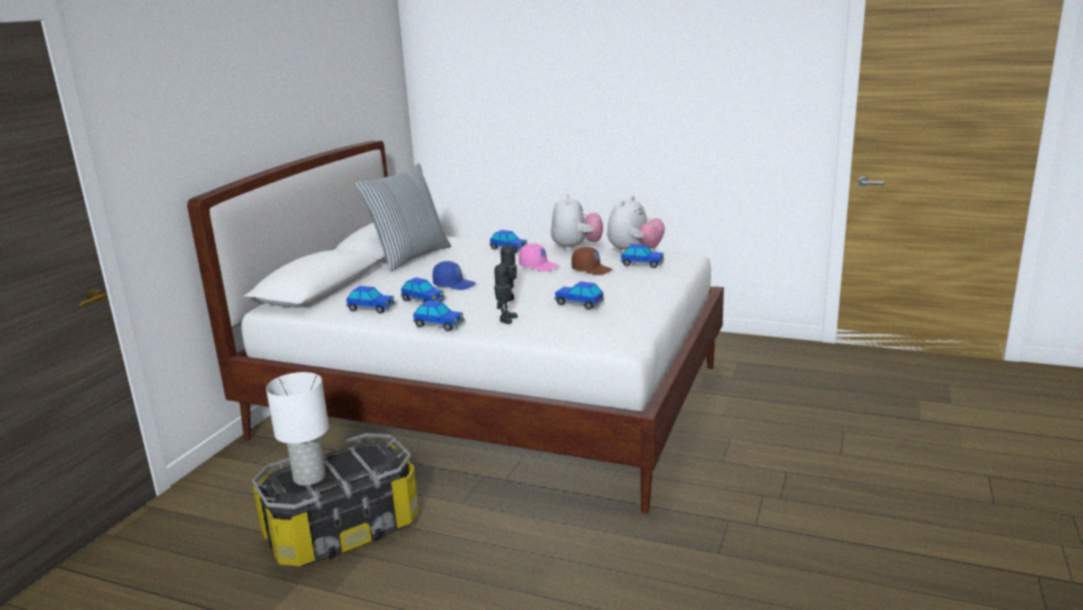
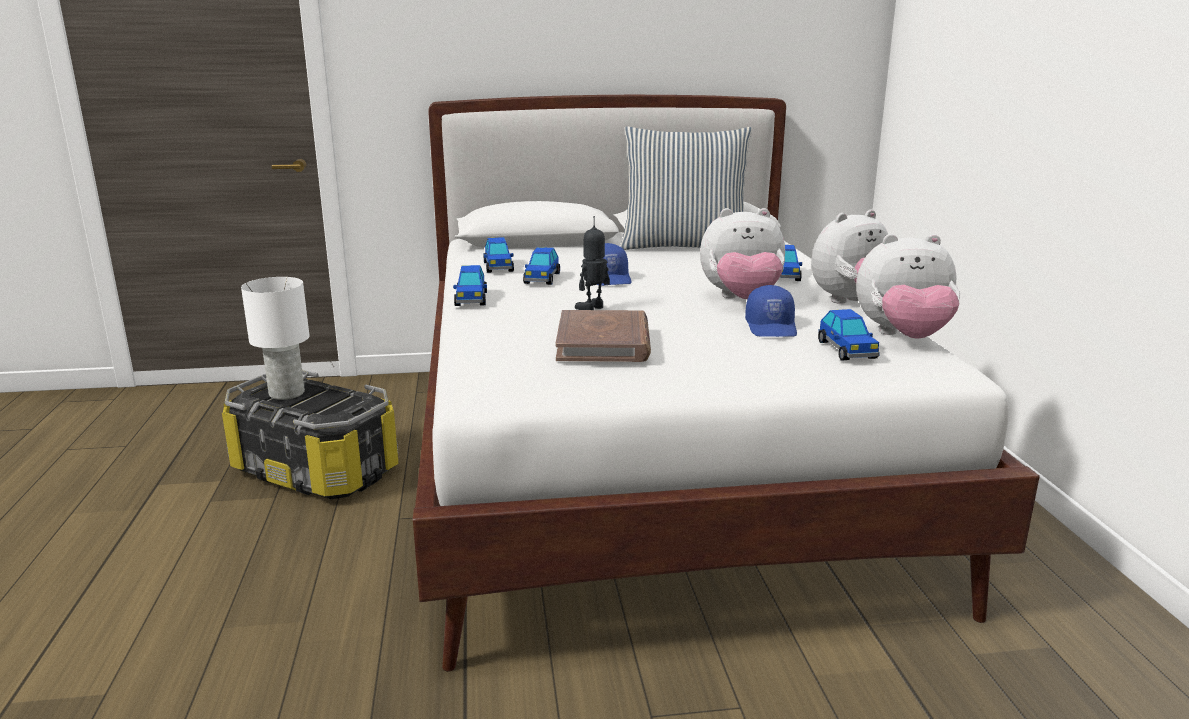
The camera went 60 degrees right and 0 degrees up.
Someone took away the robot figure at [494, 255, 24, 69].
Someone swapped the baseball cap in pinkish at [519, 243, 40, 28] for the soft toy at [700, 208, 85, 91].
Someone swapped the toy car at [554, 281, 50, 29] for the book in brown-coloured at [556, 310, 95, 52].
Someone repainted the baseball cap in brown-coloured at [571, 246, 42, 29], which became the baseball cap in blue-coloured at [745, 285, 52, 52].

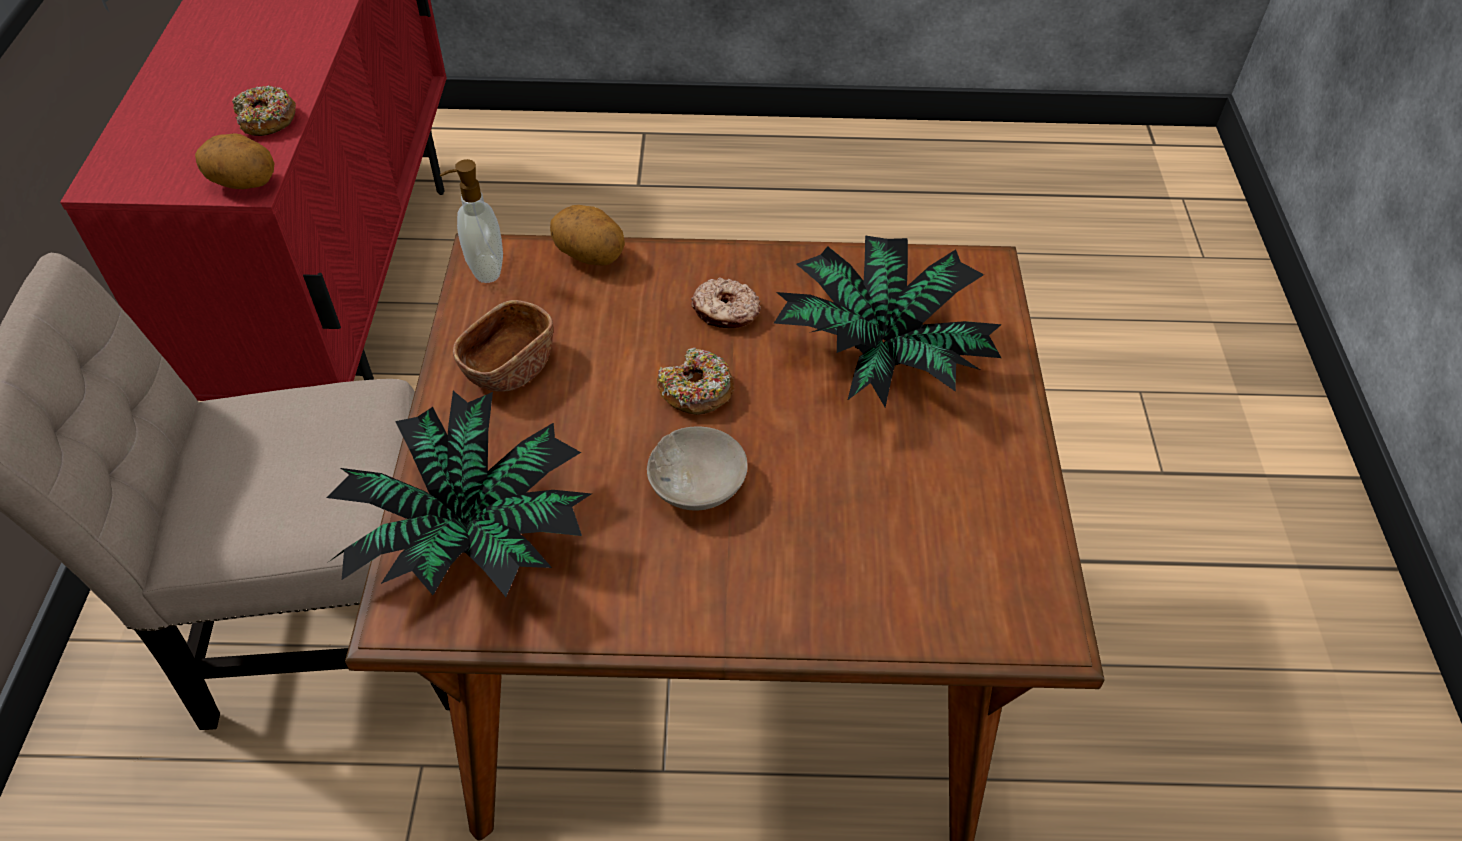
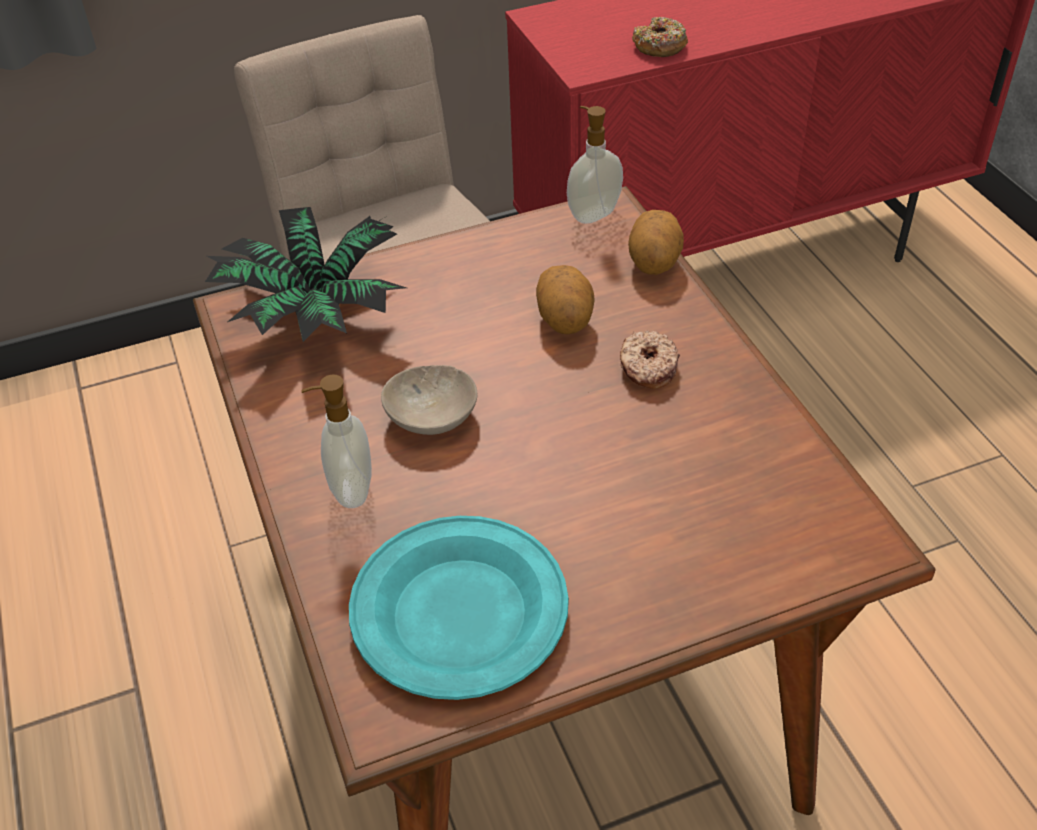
The camera went 70 degrees right and 5 degrees down.
Someone carried the potato from [195, 133, 79, 56] to [536, 265, 59, 70].
Someone took away the bowl in brown-coloured at [453, 300, 100, 92].
Someone took away the doughnut at [657, 348, 77, 67].
Someone took away the houseplant at [774, 236, 228, 171].
Someone put down the soap bottle at [302, 375, 70, 133].
Someone put down the dinner plate in turquoise at [349, 516, 220, 184].

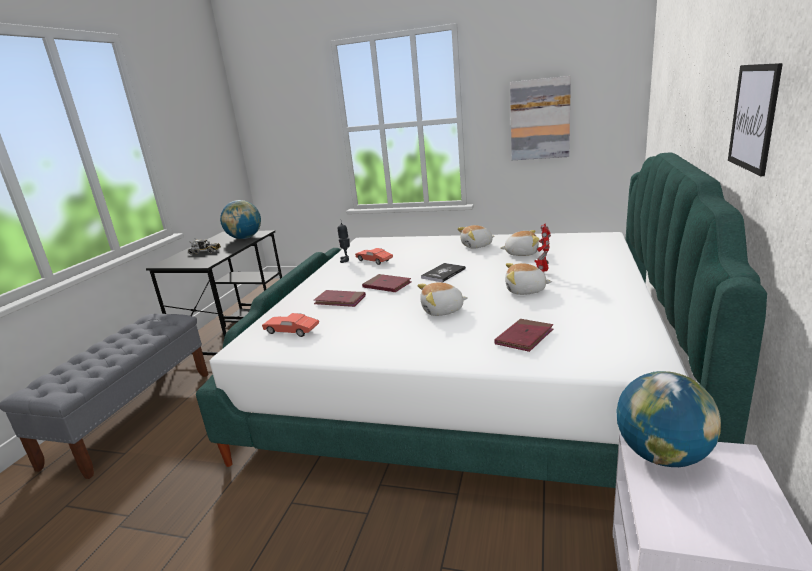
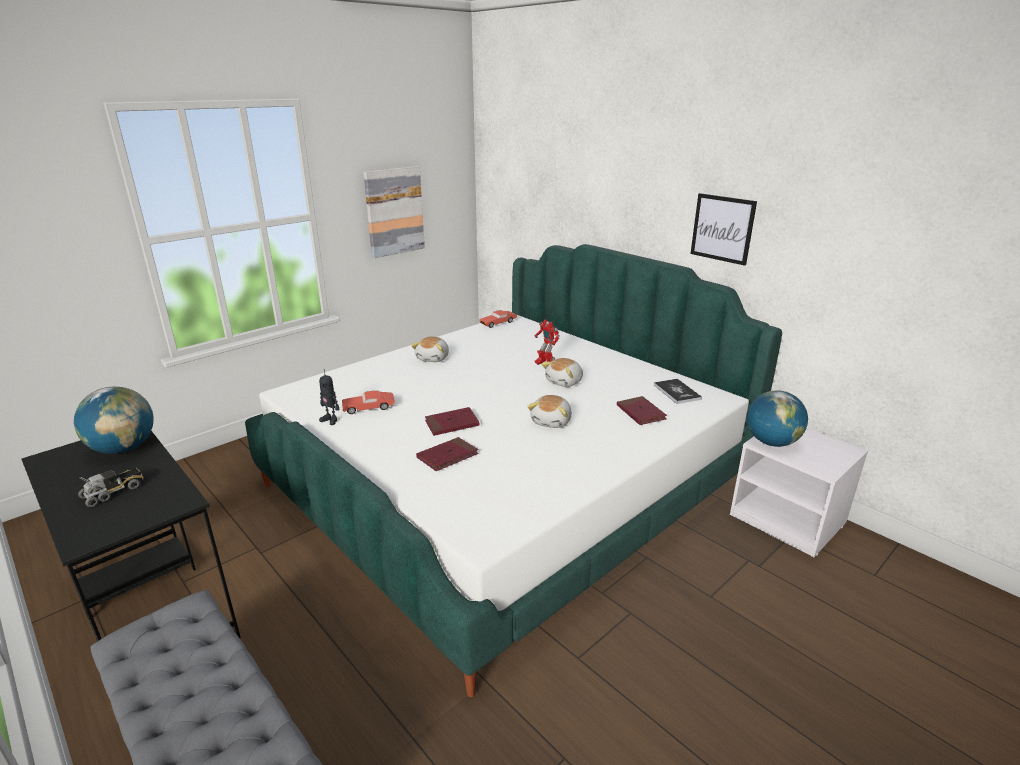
The camera went 60 degrees left and 5 degrees up.
Someone carried the toy car in red from [262, 313, 57, 24] to [479, 310, 38, 18].
Someone carried the book from [421, 263, 45, 19] to [654, 379, 48, 25].
Someone took away the soft toy at [501, 230, 39, 26].

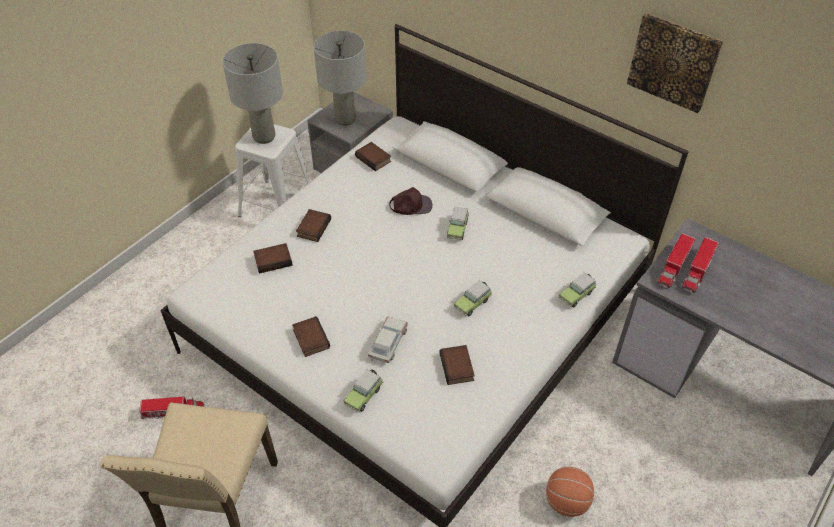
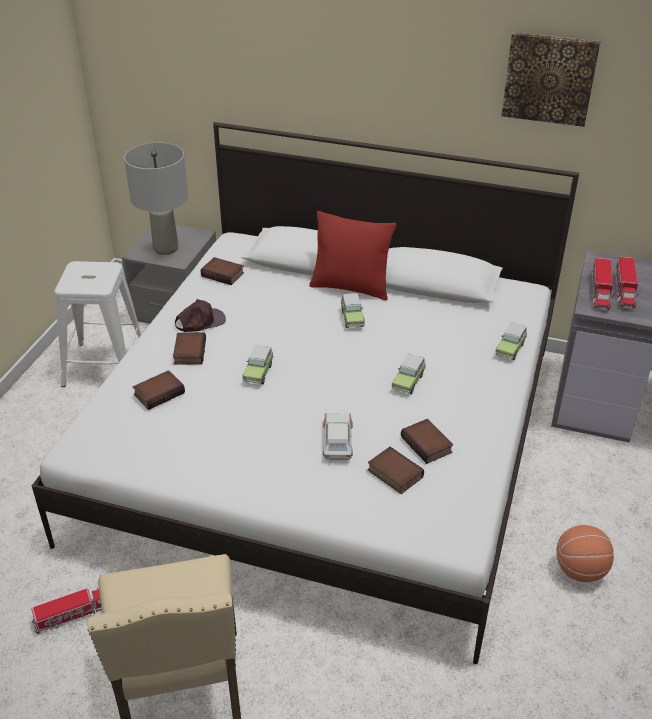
The camera went 20 degrees left and 10 degrees down.
Someone took away the lamp for a table in greyish at [222, 43, 61, 101].
Someone carried the book from [292, 316, 38, 41] to [368, 447, 56, 47].
Someone carried the toy car from [344, 369, 39, 44] to [242, 345, 32, 39].
Someone carried the baseball cap in brown-coloured from [389, 187, 43, 28] to [175, 299, 51, 33].
Someone put down the cushion in red at [309, 211, 88, 89].

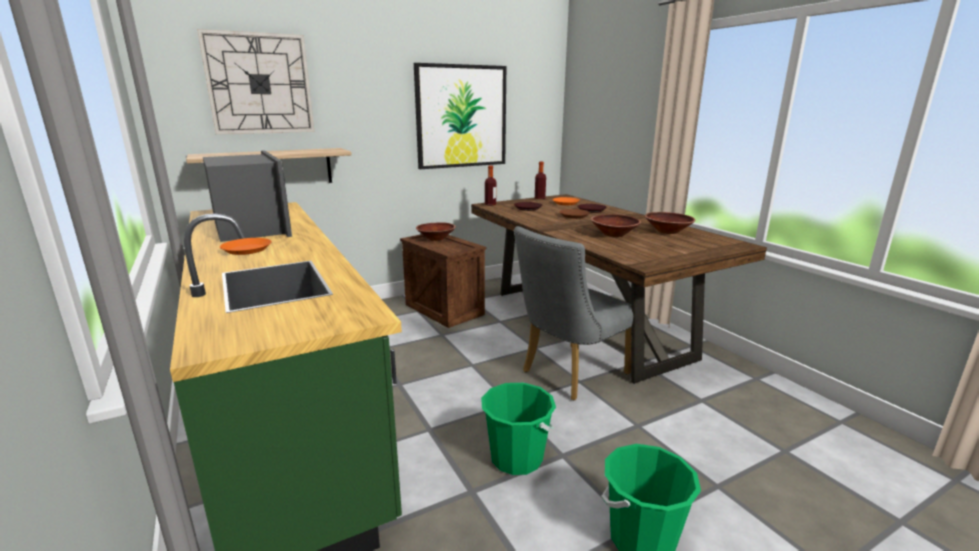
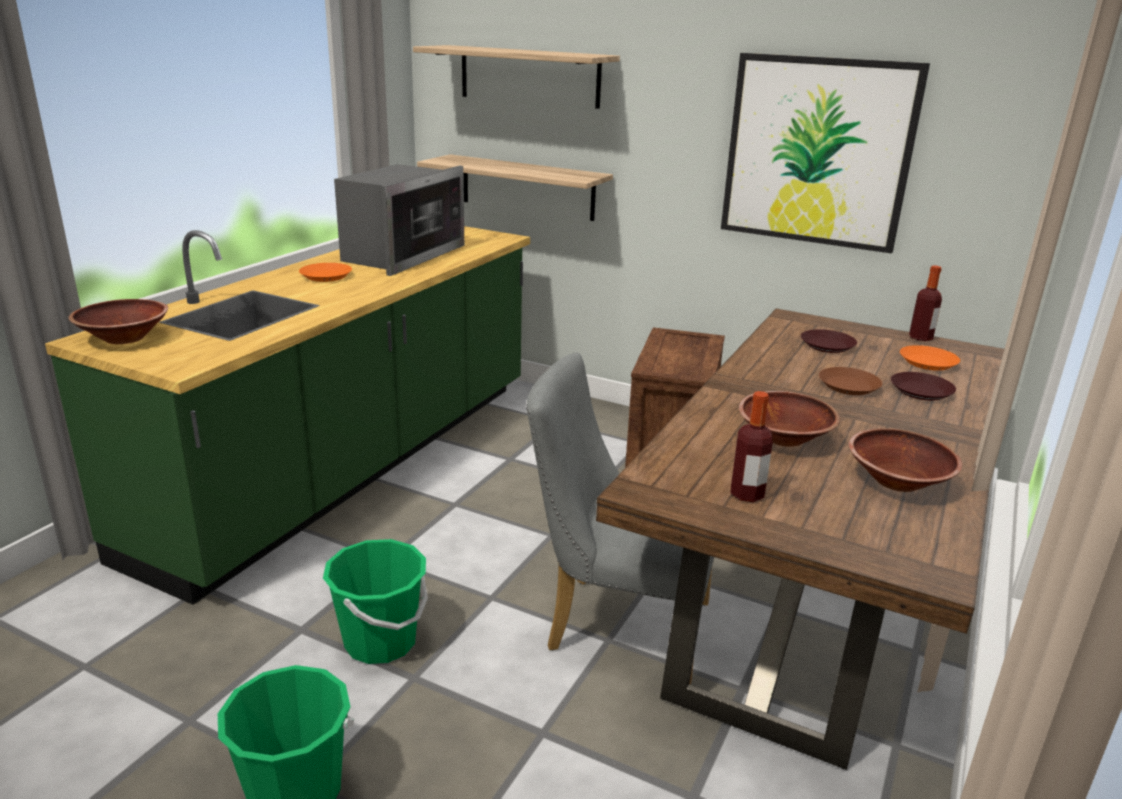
The camera went 55 degrees right and 5 degrees up.
Someone swapped the hanging clock at [197, 29, 117, 105] for the wall shelf at [413, 45, 207, 64].
Someone carried the bowl in brown-coloured from [416, 222, 40, 19] to [69, 299, 99, 45].
Someone carried the beverage bottle from [485, 166, 11, 39] to [730, 391, 43, 111].

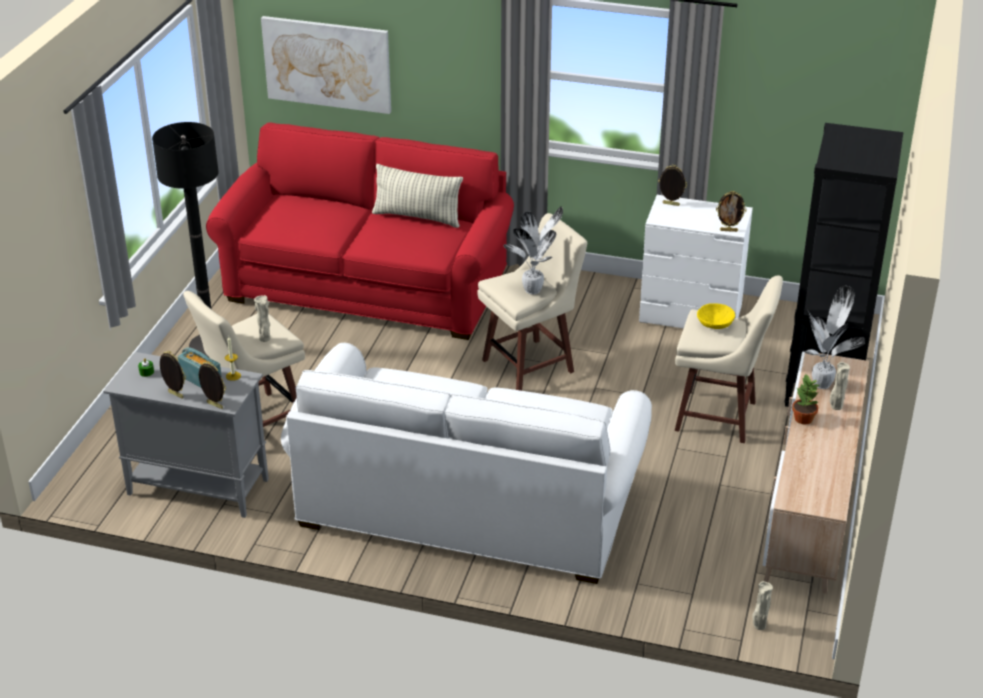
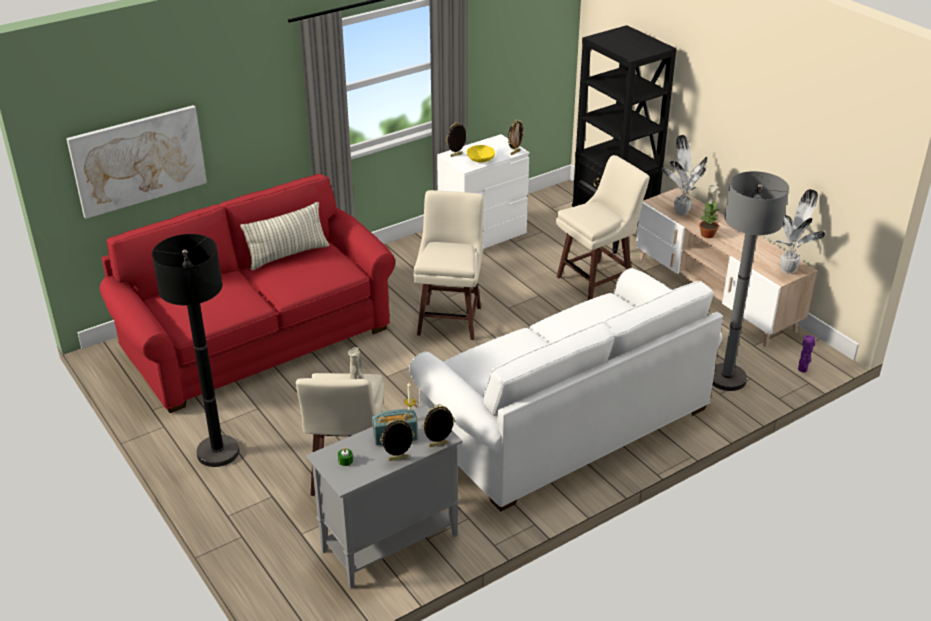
The camera went 50 degrees left and 0 degrees up.
Someone carried the houseplant from [503, 206, 60, 88] to [776, 189, 49, 84].
Someone carried the bowl in yellowish from [697, 303, 38, 26] to [467, 145, 28, 18].
Someone repainted the flower vase in sand-coloured at [752, 581, 21, 49], which became the flower vase in purple-coloured at [798, 335, 17, 37].
Someone put down the floor lamp in greyish at [712, 171, 77, 220].

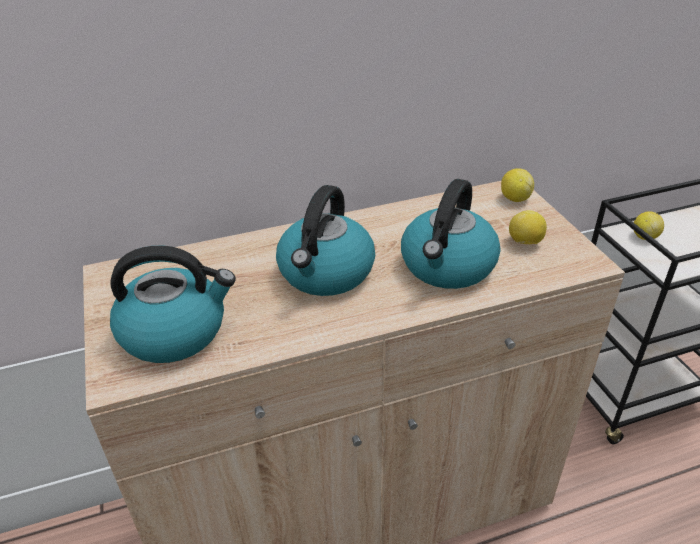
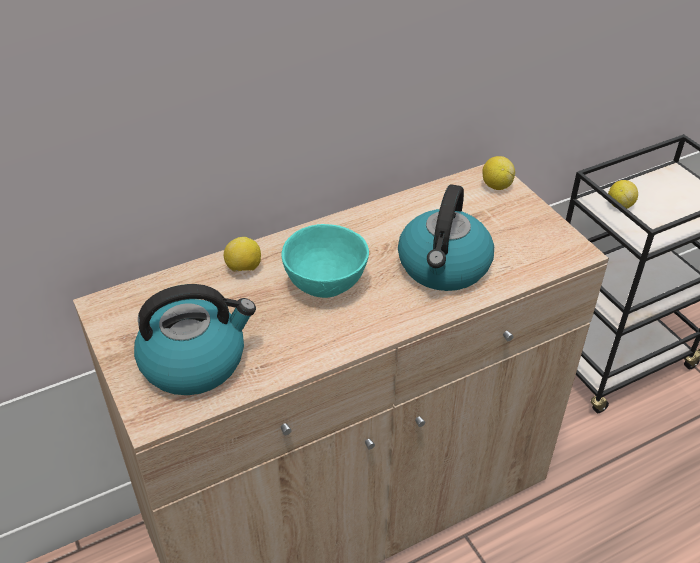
The camera went 10 degrees left and 5 degrees up.
Someone swapped the water kettle at [276, 185, 99, 111] for the bowl in turquoise at [282, 224, 87, 74].
Someone carried the whole lemon from [509, 210, 38, 34] to [224, 237, 37, 35].

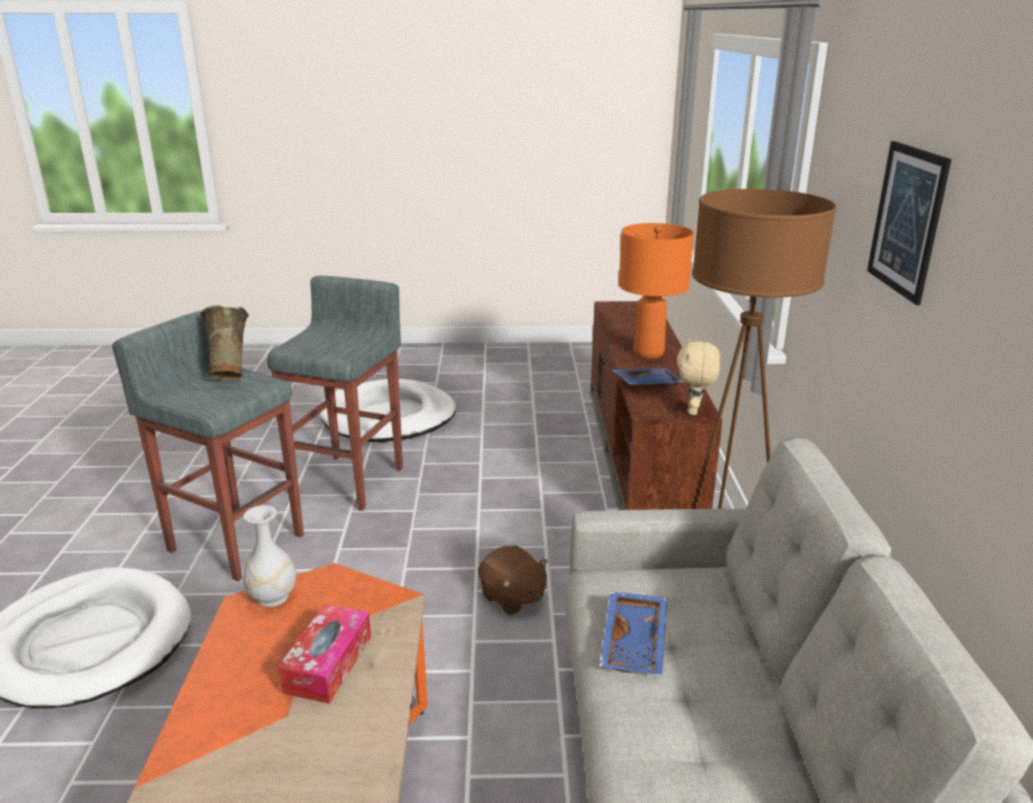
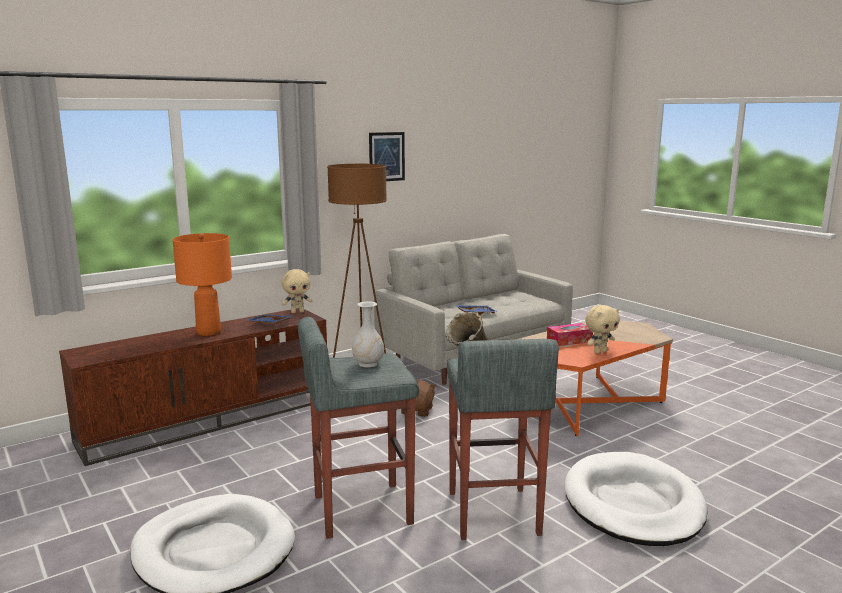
The camera went 125 degrees left and 10 degrees down.
Someone carried the flower vase in white-coloured from [243, 505, 53, 102] to [352, 301, 32, 66].
Someone put down the soft toy in sand-coloured at [585, 305, 35, 49].

